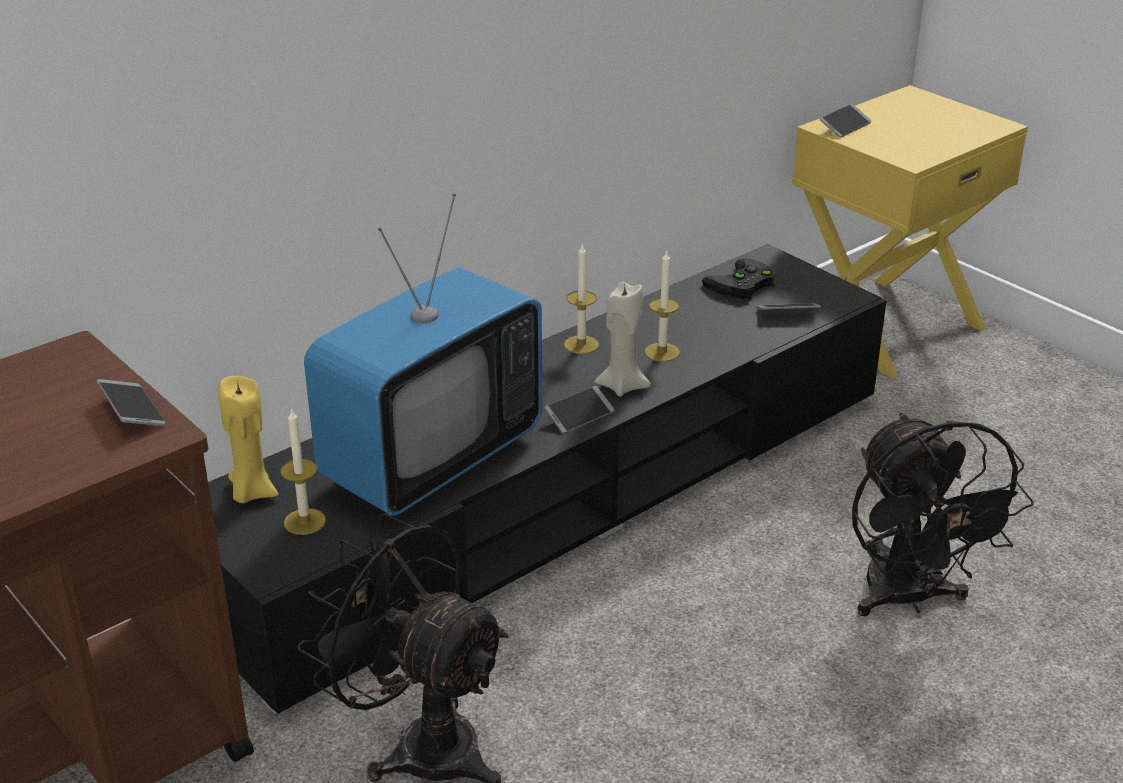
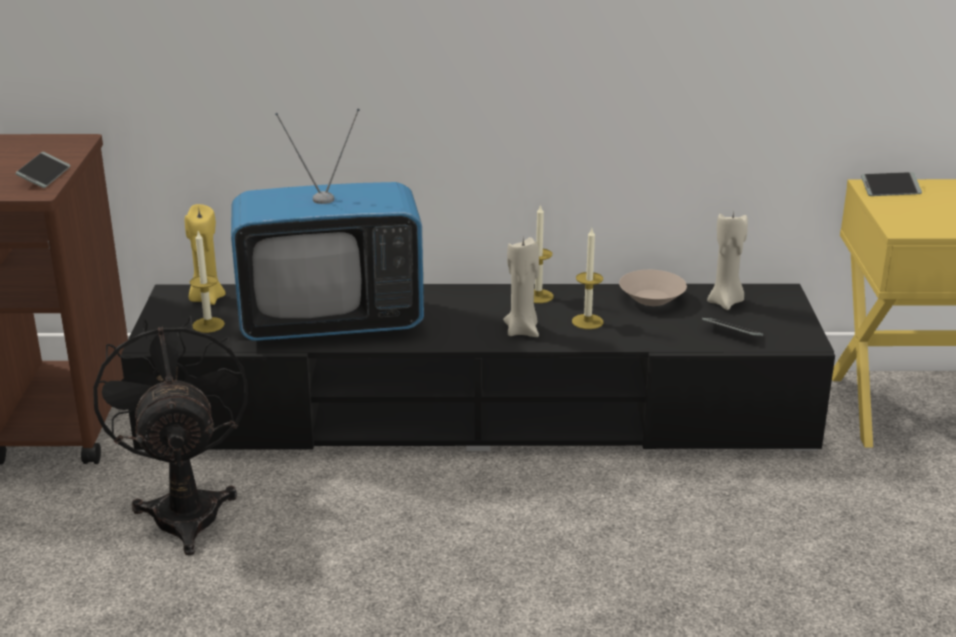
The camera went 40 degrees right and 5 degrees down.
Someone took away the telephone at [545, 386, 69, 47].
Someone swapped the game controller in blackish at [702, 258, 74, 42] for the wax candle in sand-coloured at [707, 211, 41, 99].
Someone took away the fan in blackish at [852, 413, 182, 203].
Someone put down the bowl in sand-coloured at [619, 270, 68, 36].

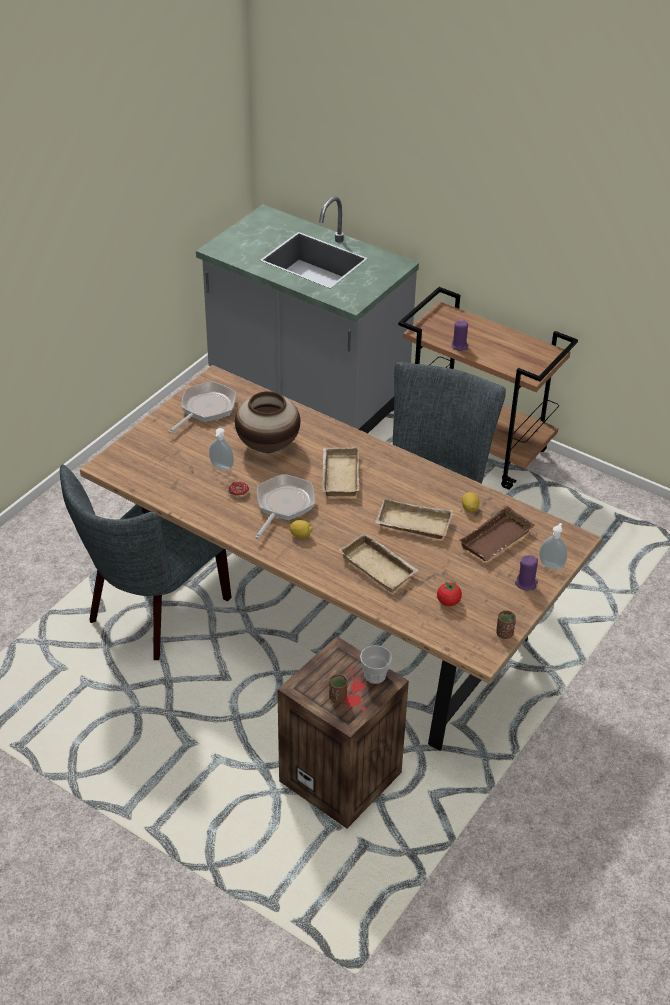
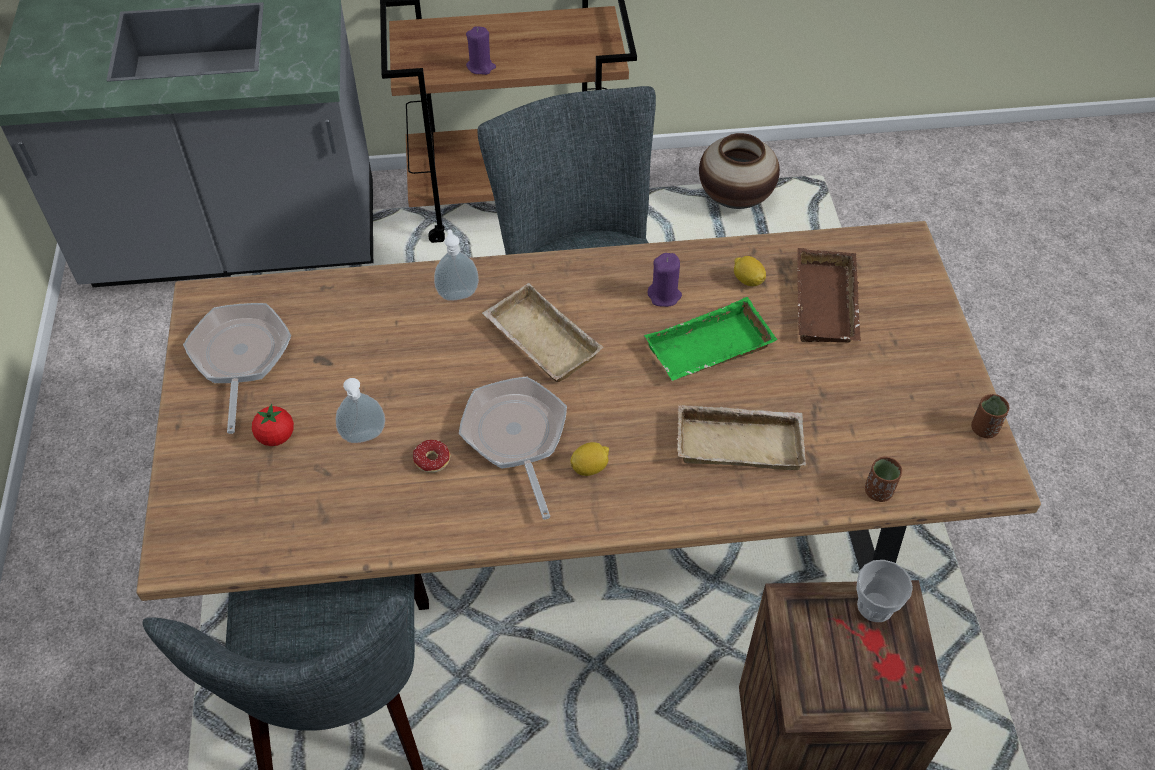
The camera went 40 degrees left and 10 degrees up.
Someone carried the flower vase from [235, 391, 65, 62] to [699, 133, 81, 76].
Someone carried the small cup in brown-coloured from [329, 674, 18, 29] to [865, 456, 37, 46].
Someone repainted the serving tray in sand-coloured at [375, 498, 78, 41], which became the serving tray in greenish at [644, 297, 134, 84].
Someone carried the tomato from [437, 581, 25, 25] to [252, 404, 42, 42].
Someone carried the wax candle in purple-coloured from [515, 555, 23, 36] to [647, 253, 35, 54].
Someone carried the soap bottle from [539, 523, 28, 47] to [434, 230, 45, 71].

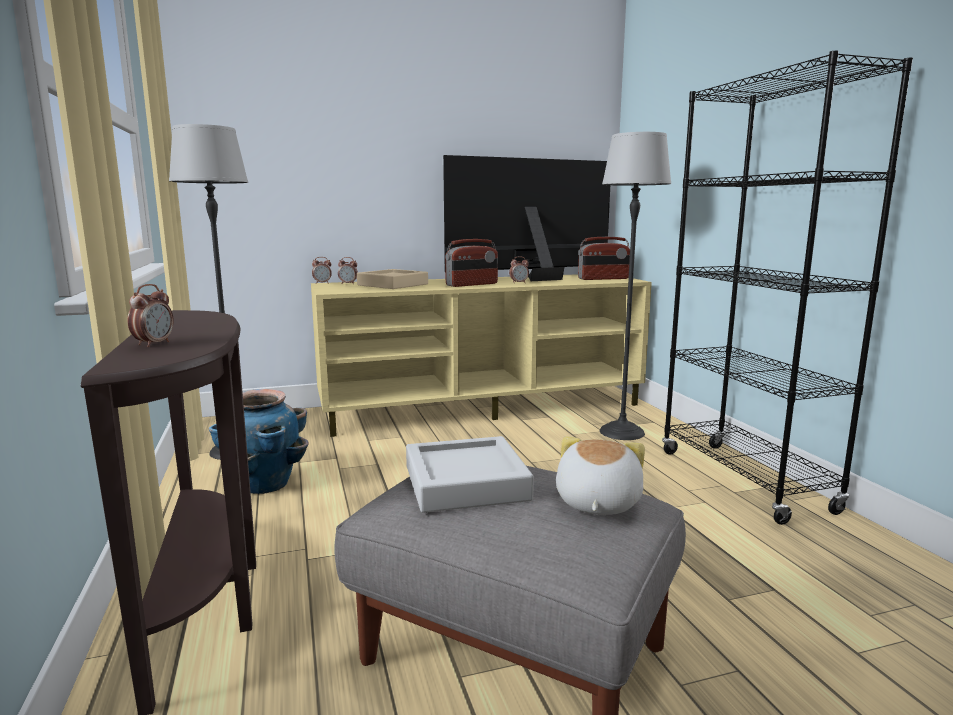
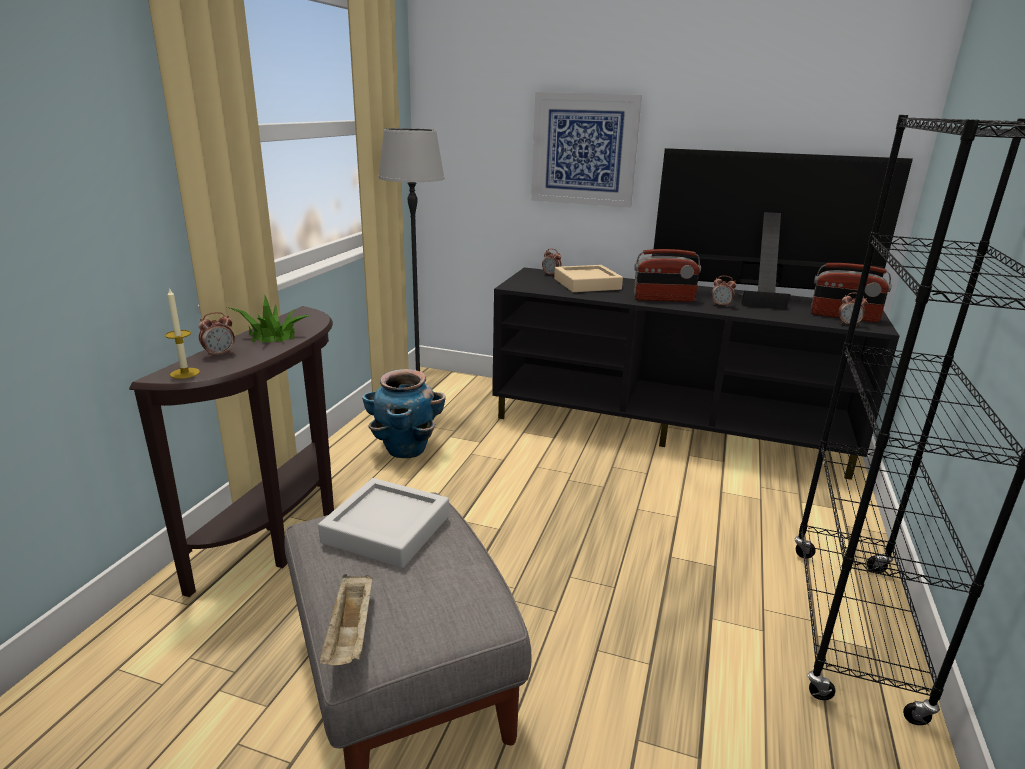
The camera went 35 degrees right and 10 degrees up.
Someone repainted the media console in sand-coloured at [311, 274, 341, 163], which became the media console in blackish at [492, 267, 407, 213].
Someone carried the alarm clock from [312, 257, 20, 27] to [838, 293, 30, 34].
Someone took away the soft toy at [556, 436, 89, 79].
Someone took away the floor lamp at [600, 132, 71, 308].
Someone put down the wax candle at [165, 287, 35, 92].
Someone put down the houseplant at [227, 296, 84, 47].
Someone put down the serving tray in sand-coloured at [319, 574, 54, 91].
Someone put up the picture at [531, 92, 111, 116].

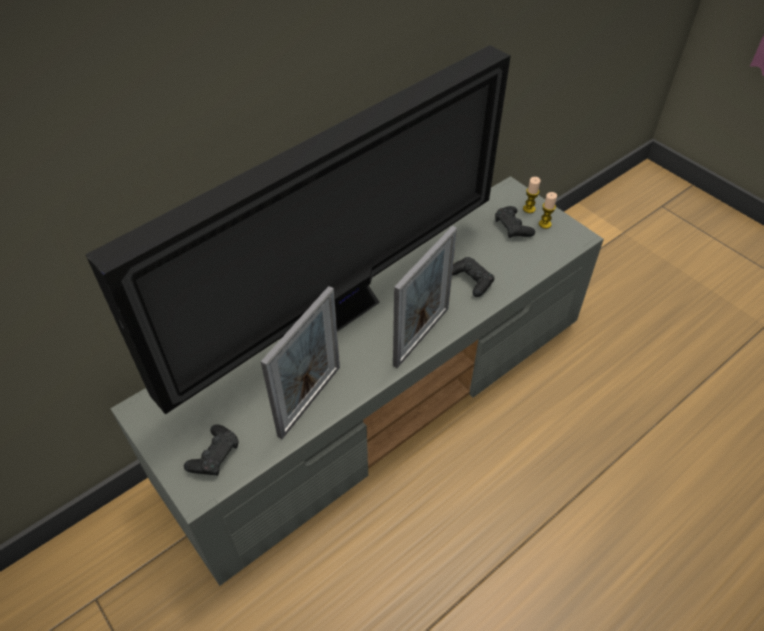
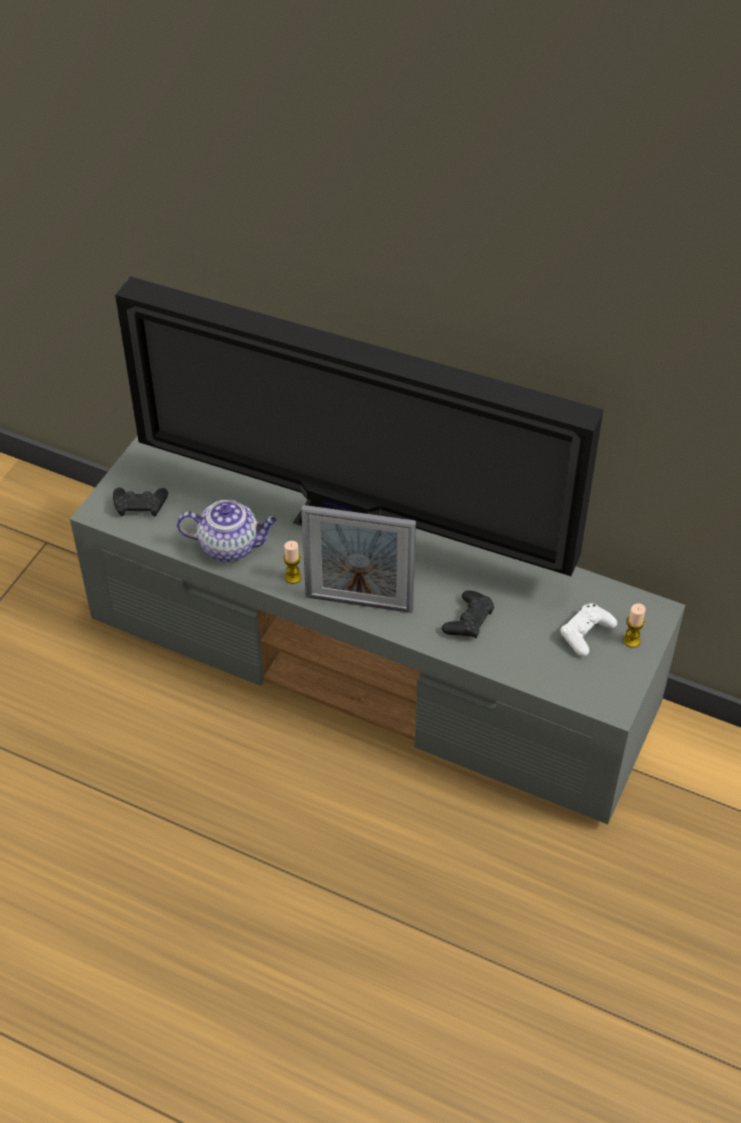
The camera went 65 degrees right and 0 degrees up.
Someone swapped the photo frame at [261, 286, 79, 153] for the tea pot at [177, 500, 100, 62].
Someone repainted the game controller in blackish at [495, 206, 40, 32], which became the game controller in white-coloured at [561, 603, 56, 53].
Someone carried the wax candle from [539, 192, 18, 37] to [283, 541, 18, 43].

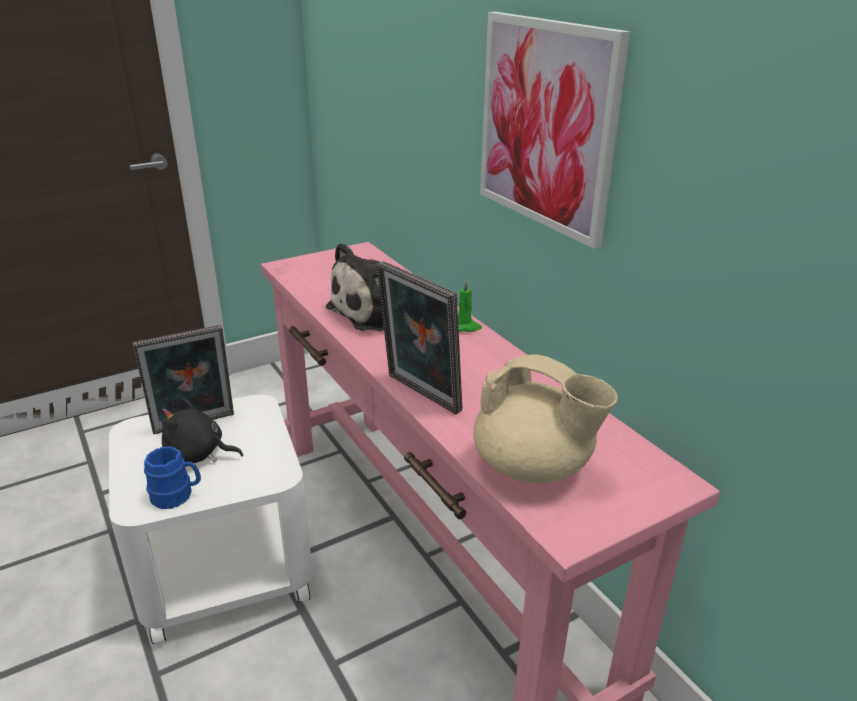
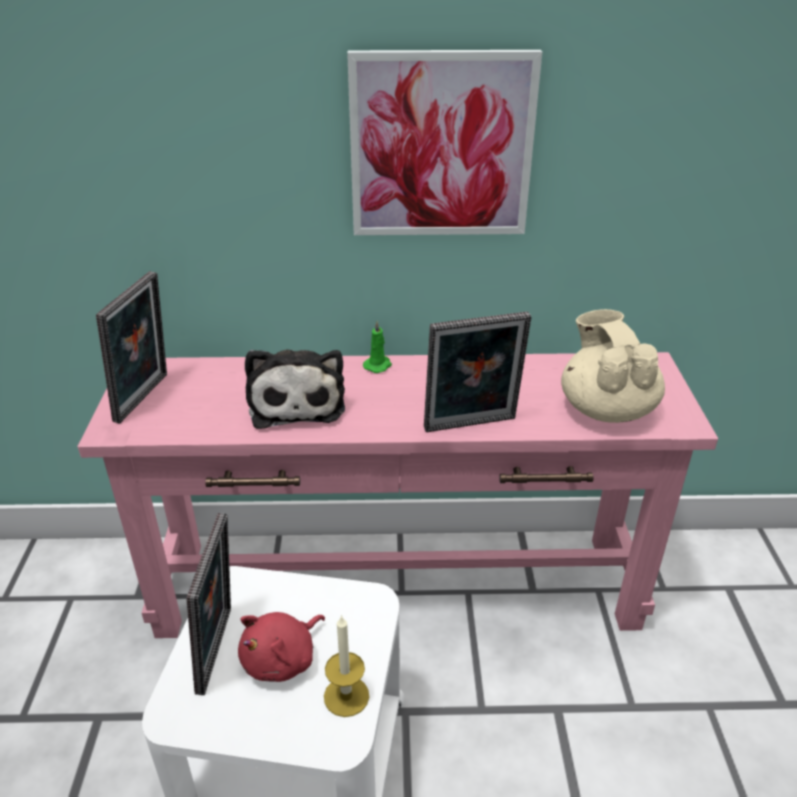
The camera went 60 degrees left and 5 degrees up.
Someone swapped the tea mug in blue-coloured at [144, 446, 57, 63] for the wax candle at [324, 615, 45, 102].
Someone repainted the soft toy in blackish at [162, 398, 81, 65], which became the soft toy in red at [238, 612, 87, 70].
Someone rotated the tea pot in sand-coloured at [473, 354, 144, 129] by 75 degrees counterclockwise.
Someone put down the photo frame at [96, 271, 71, 152].

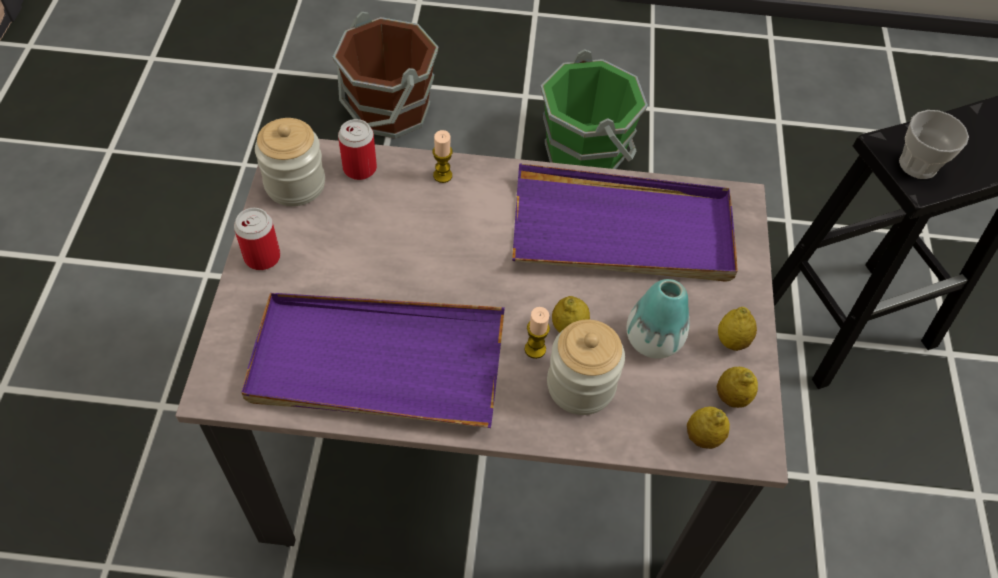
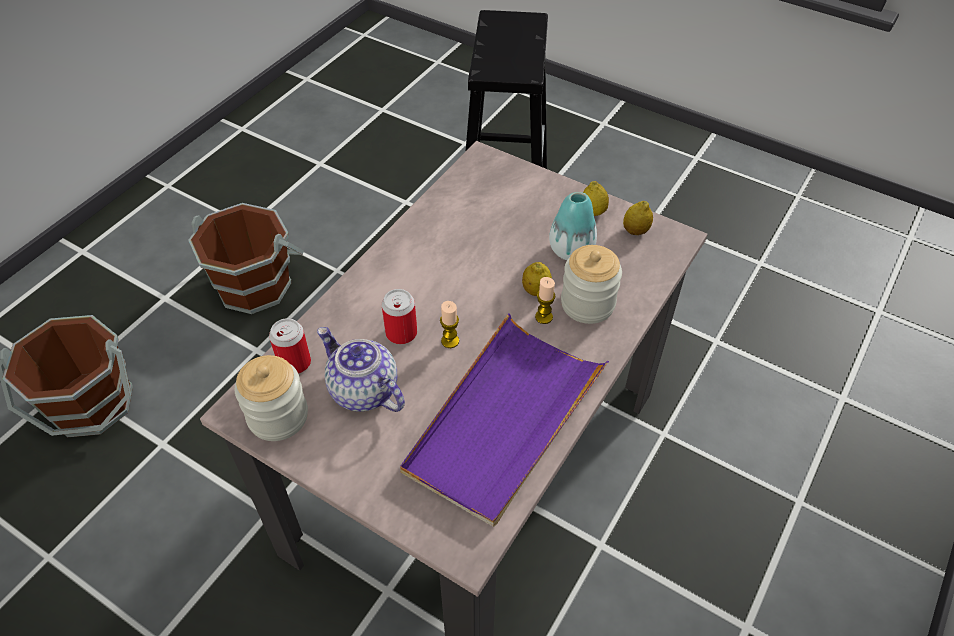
The camera went 60 degrees left and 5 degrees down.
Someone carried the metal can from [234, 208, 46, 62] to [382, 289, 35, 55].
Someone carried the wax candle from [432, 130, 21, 53] to [440, 301, 19, 47].
Someone took away the serving tray in purple-coloured at [512, 163, 226, 119].
Someone repainted the pail in greenish at [541, 49, 107, 120], which became the pail in brown-coloured at [188, 203, 116, 111].
Someone took away the whole lemon at [687, 407, 43, 42].
Someone took away the small cup at [899, 110, 70, 69].
Someone put down the tea pot at [317, 327, 88, 85].

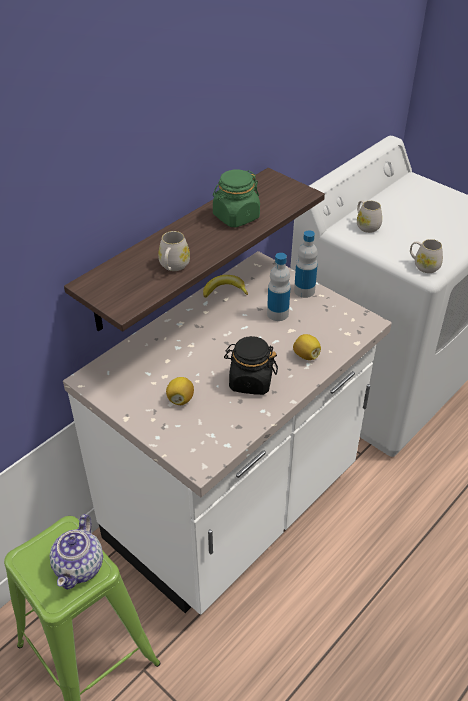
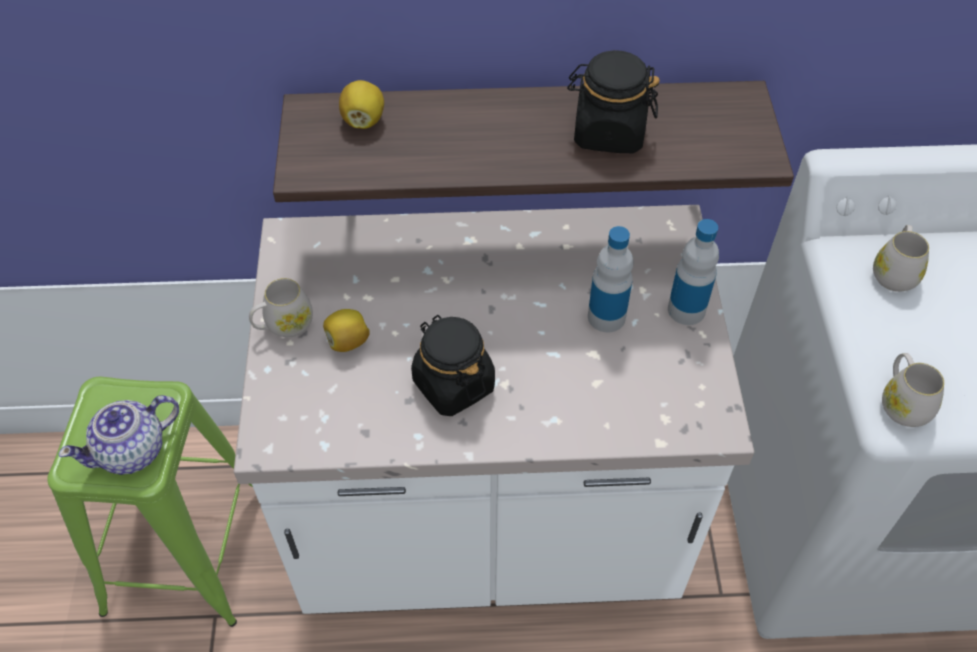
The camera went 45 degrees right and 10 degrees up.
Someone carried the tea mug in white-coloured from [158, 231, 32, 40] to [249, 278, 64, 59].
Someone took away the banana fruit at [203, 275, 45, 23].
Someone repainted the storage jar in greenish at [213, 169, 47, 58], which became the storage jar in blackish at [567, 50, 93, 103].
Someone carried the whole lemon from [293, 334, 28, 26] to [339, 80, 45, 49].

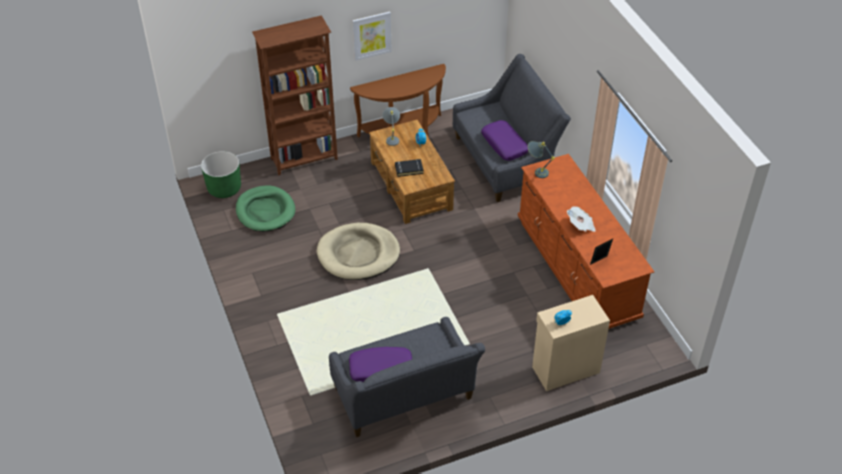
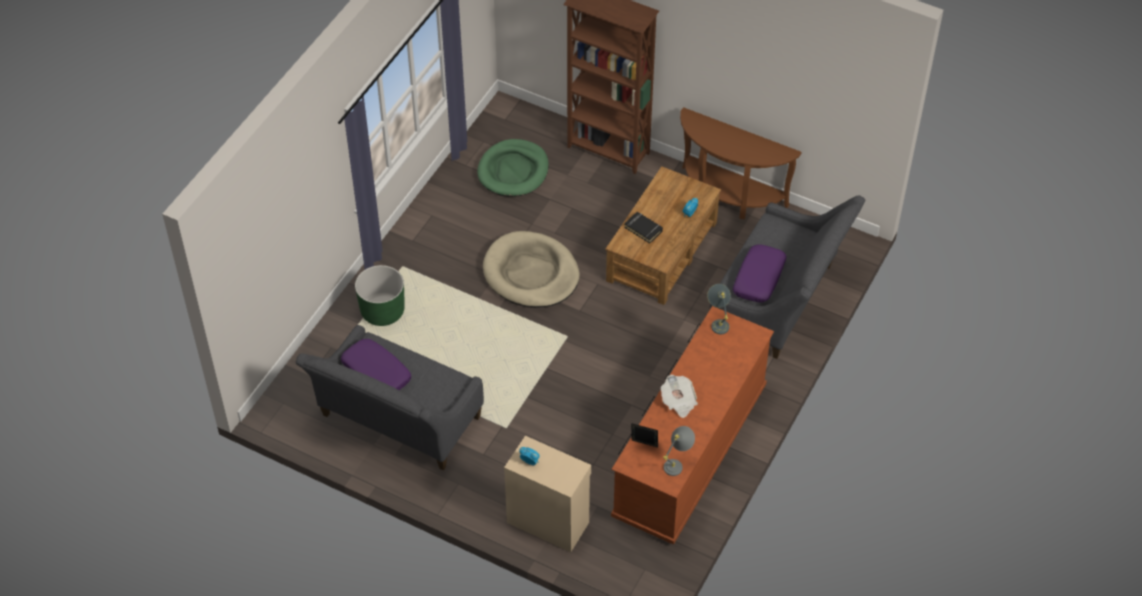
The camera went 50 degrees right and 5 degrees up.
Someone carried the planter in greenish from [201, 151, 40, 47] to [355, 265, 50, 61].
Someone took away the picture at [353, 12, 39, 49].
Someone carried the lamp for a table in greyish from [383, 107, 17, 39] to [663, 426, 32, 50].

